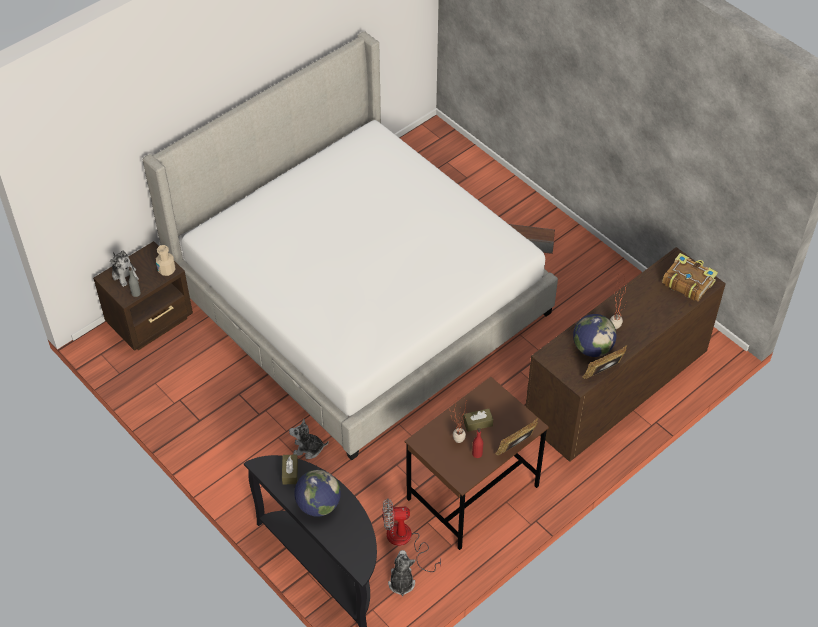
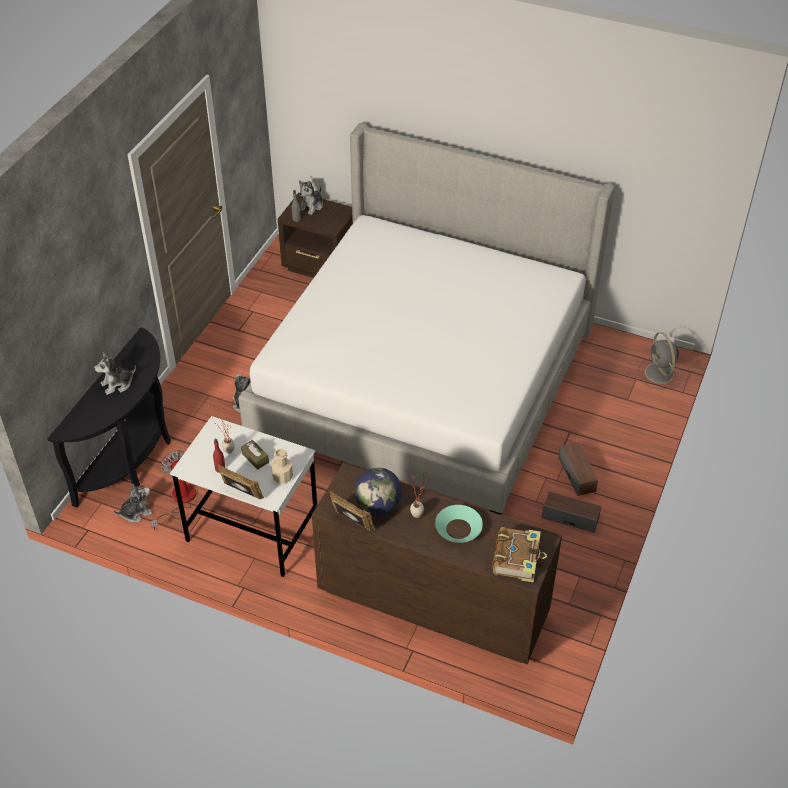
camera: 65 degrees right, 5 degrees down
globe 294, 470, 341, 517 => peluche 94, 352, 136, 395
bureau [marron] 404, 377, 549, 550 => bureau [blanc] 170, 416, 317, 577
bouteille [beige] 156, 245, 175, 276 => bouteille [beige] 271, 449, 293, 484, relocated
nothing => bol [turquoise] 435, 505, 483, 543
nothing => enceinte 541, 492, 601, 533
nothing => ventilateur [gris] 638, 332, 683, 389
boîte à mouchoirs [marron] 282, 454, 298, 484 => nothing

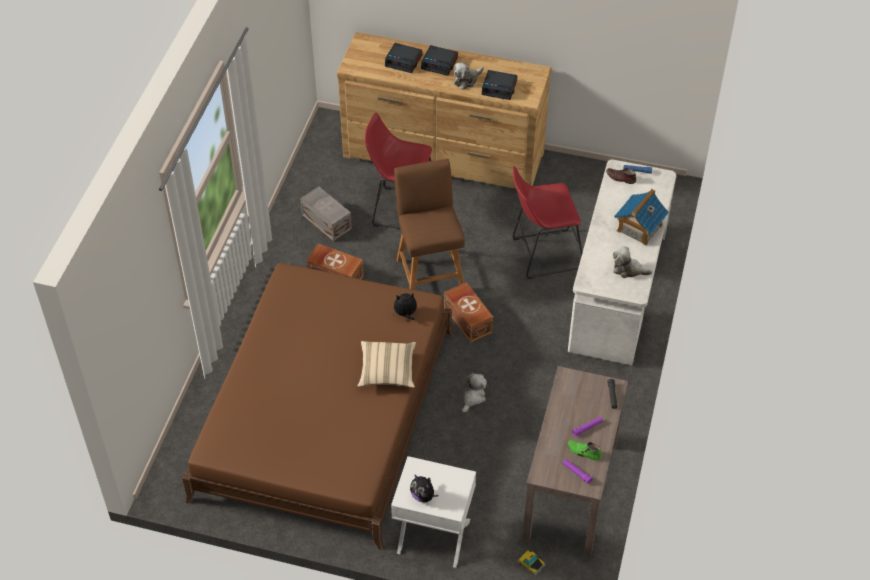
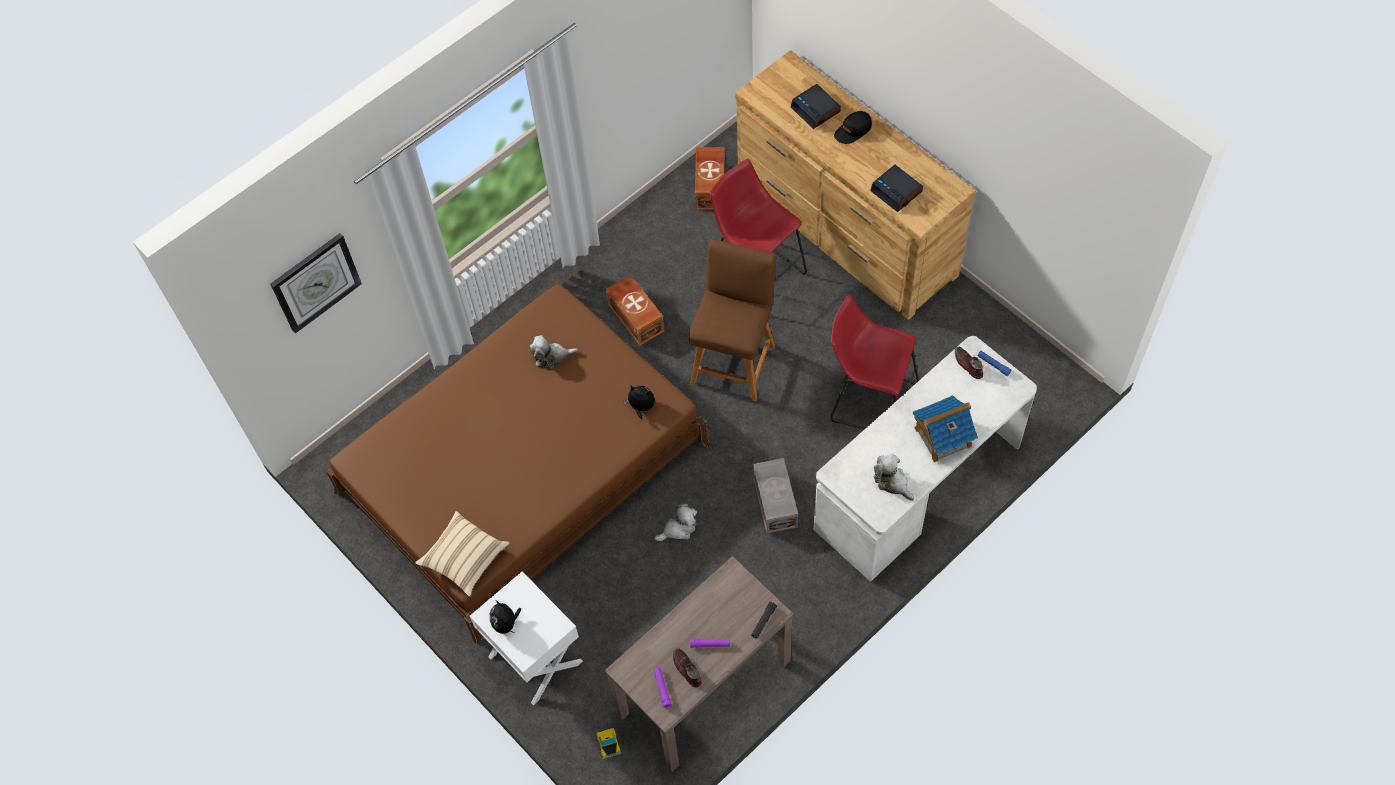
camera: 35 degrees right, 10 degrees up
nothing => horloge murale 270, 233, 362, 334
coussin [beige] 358, 341, 416, 388 => coussin [beige] 416, 511, 510, 597, relocated
peluche 454, 62, 484, 90 => peluche 529, 335, 578, 369, relocated
chaussure [vert] 567, 440, 602, 461 => chaussure [marron] 673, 648, 702, 688
boîte de rangement [marron] 444, 282, 493, 343 => boîte de rangement [marron] 695, 147, 725, 210, relocated
boîte de rangement [gris] 300, 187, 352, 241 => boîte de rangement [gris] 753, 458, 798, 533, relocated
réveil 421, 45, 458, 76 => casquette [noir] 834, 111, 872, 144

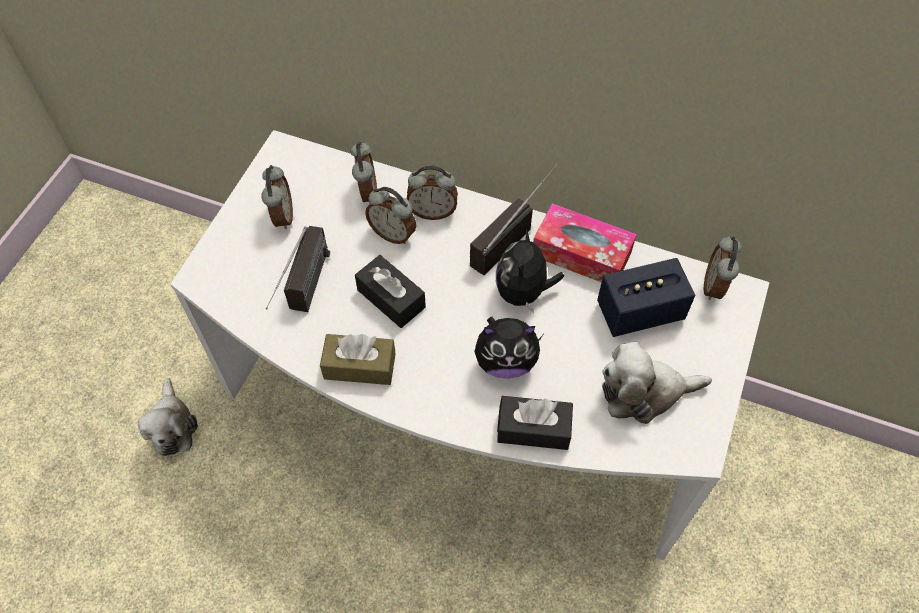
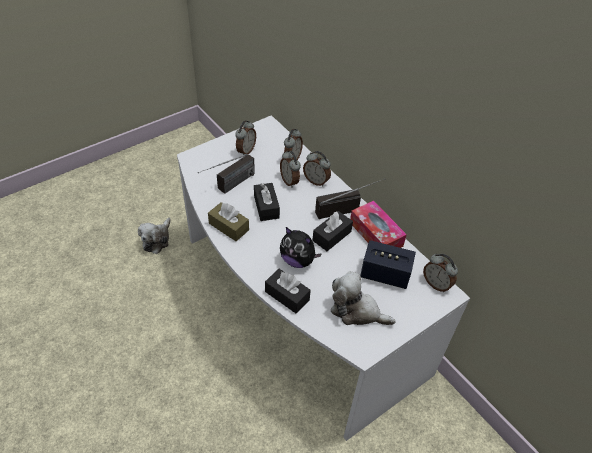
camera: 30 degrees right, 10 degrees down
peluche 496, 229, 564, 314 => boîte à mouchoirs [noir] 312, 211, 353, 251
réveil 704, 236, 742, 300 => réveil 423, 254, 458, 292, 90 degrees counterclockwise

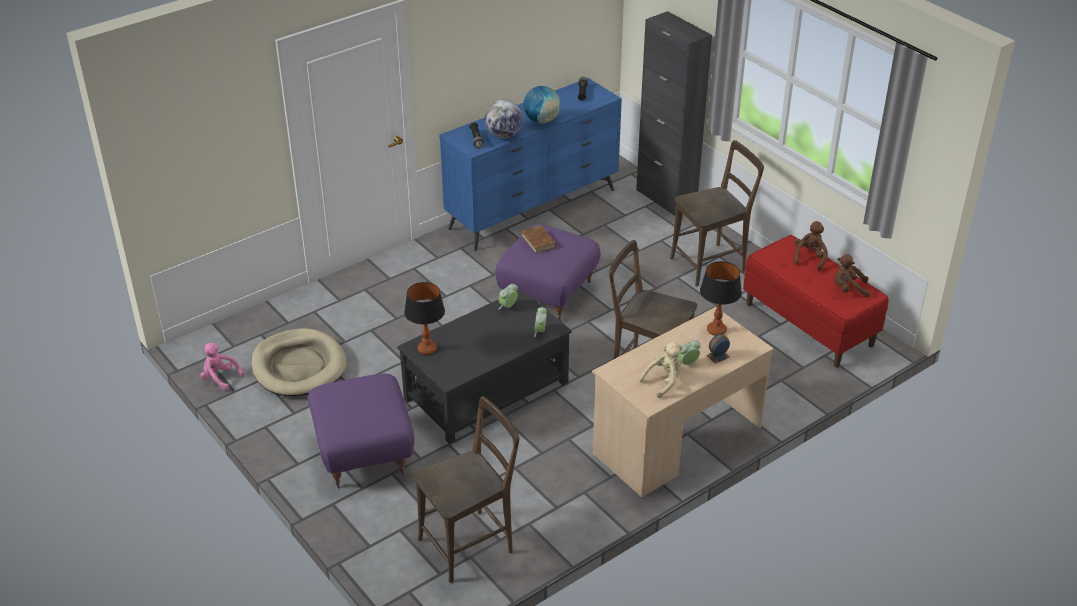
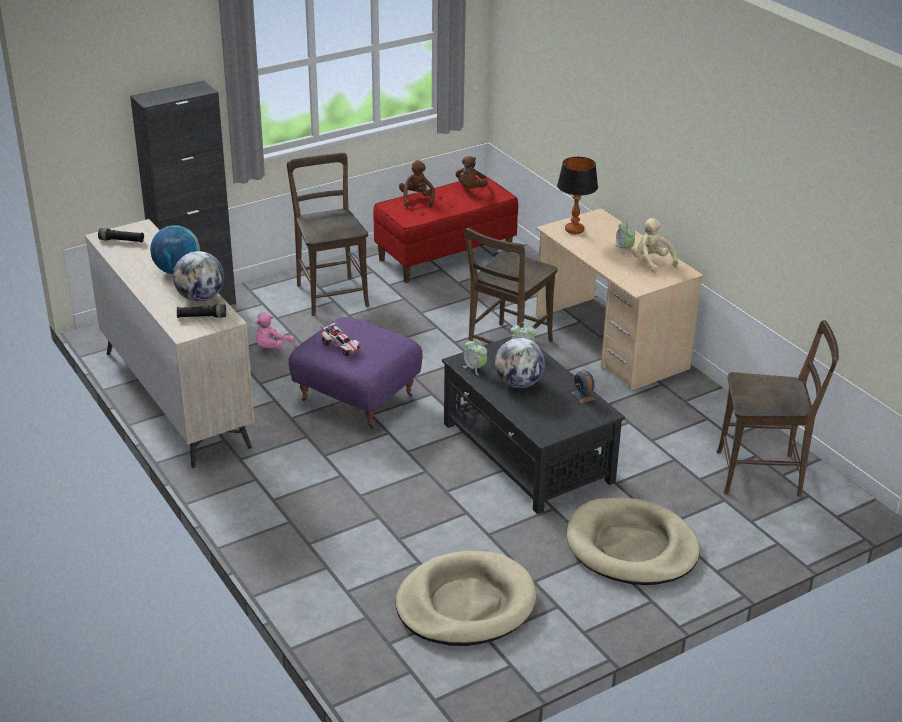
camera: 85 degrees left, 5 degrees down
commode [bleu] 439, 78, 622, 251 => commode [beige] 85, 219, 255, 468
peluche [rose] 200, 343, 244, 391 => peluche [rose] 255, 313, 295, 349, relocated
livre [marron] 521, 225, 556, 254 => petite voiture 320, 320, 360, 356
peluche [marron] 794, 221, 828, 270 => peluche [marron] 399, 160, 435, 208, 60 degrees clockwise
nothing => globe 495, 338, 545, 388
pouf [violet] 307, 374, 414, 488 => panier pour chien [beige] 567, 497, 700, 585
réveil 706, 334, 730, 364 => réveil 571, 370, 596, 404, relocated
chaise [marron] 413, 396, 519, 583 => chaise [marron] 717, 320, 839, 497, 120 degrees clockwise
lampe de table 404, 282, 445, 355 => nothing

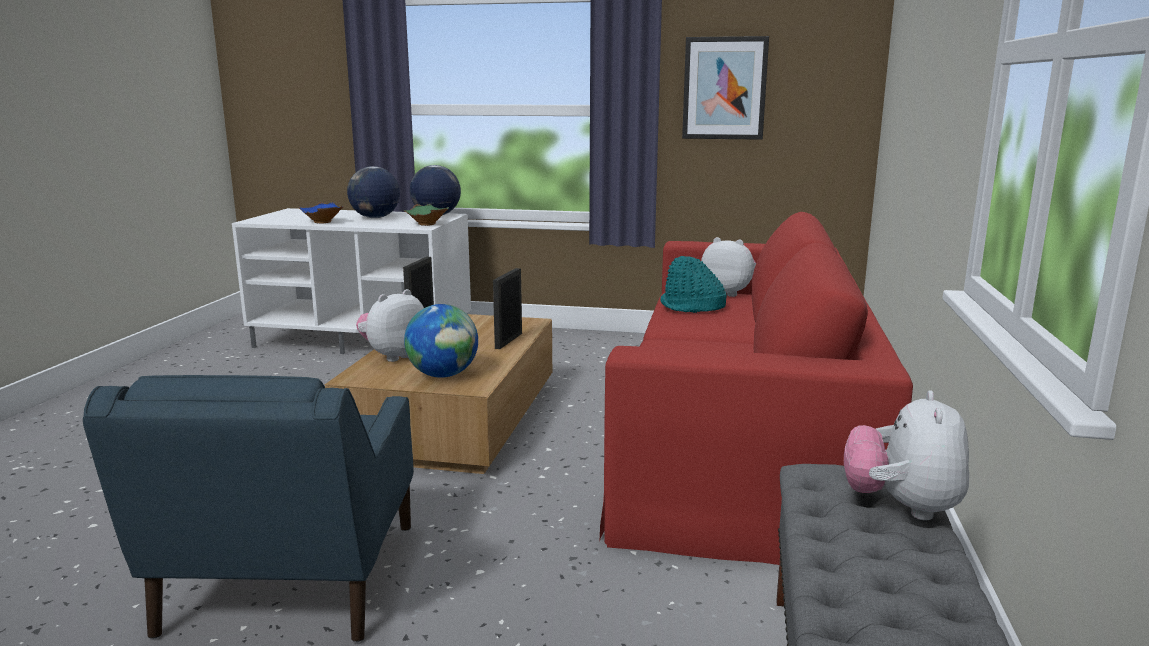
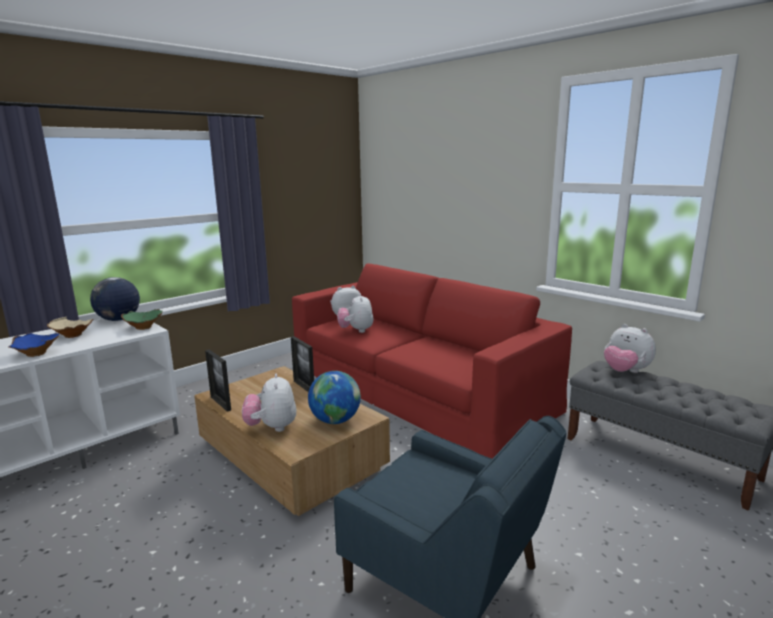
camera: 55 degrees left, 0 degrees up
globe 347, 166, 400, 218 => bol [beige] 47, 317, 93, 338
chapeau [turquoise] 660, 256, 727, 313 => peluche 337, 293, 374, 333
tableau 682, 36, 769, 140 => nothing

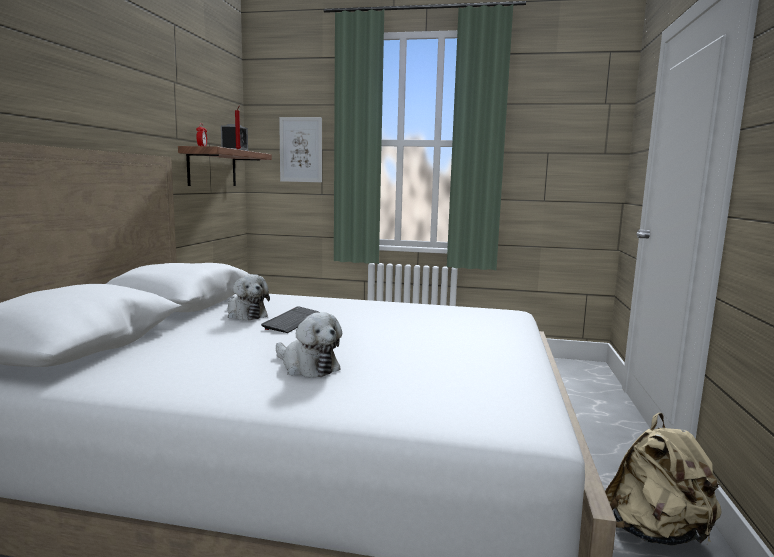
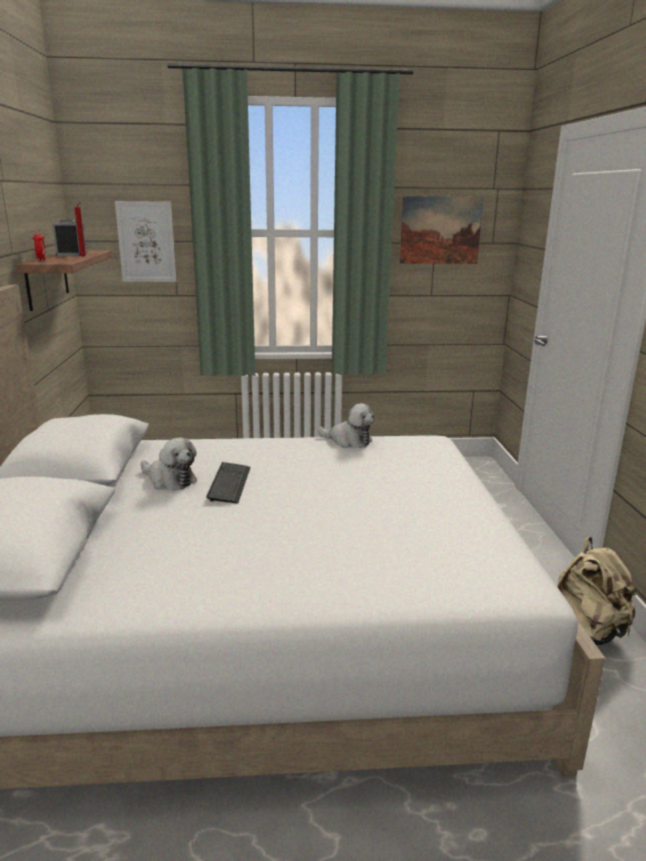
camera: 15 degrees left, 10 degrees up
peluche 276, 312, 342, 378 => peluche 317, 403, 374, 448, relocated
nothing => tableau 400, 196, 484, 264

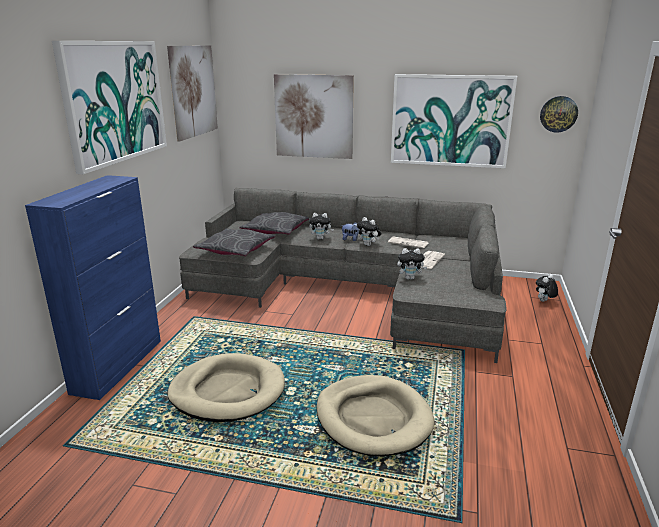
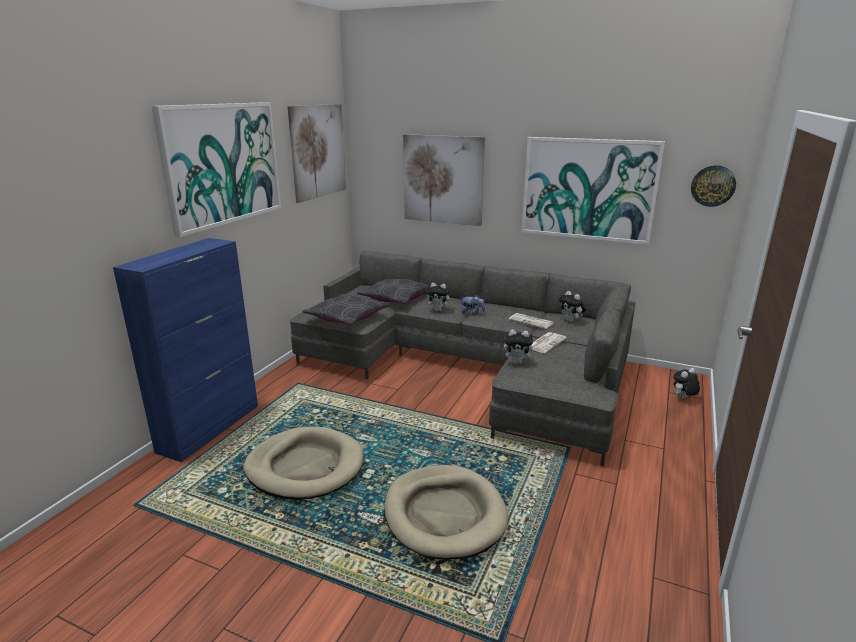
camera: 10 degrees right, 0 degrees up
peluche 357, 217, 382, 246 => peluche 559, 291, 586, 322, relocated

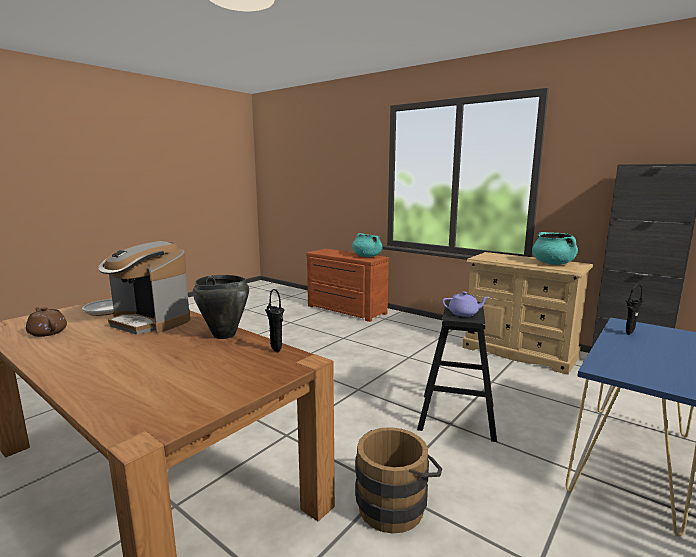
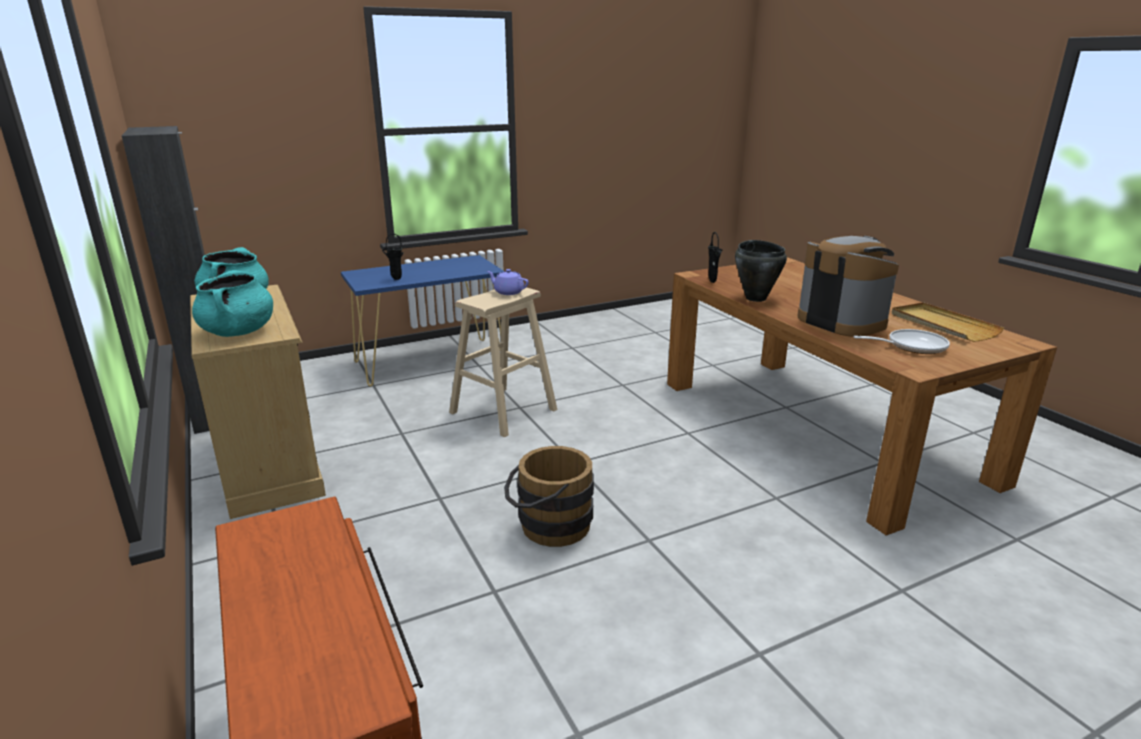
camera: 155 degrees left, 10 degrees up
marmite [turquoise] 352, 233, 383, 257 => marmite [turquoise] 192, 270, 273, 337, relocated
tabouret [noir] 417, 300, 497, 442 => tabouret [beige] 449, 287, 557, 437
seau [marron] 355, 427, 442, 534 => seau [marron] 504, 446, 594, 547, relocated
théière [marron] 26, 307, 67, 337 => plateau [beige] 892, 302, 1004, 342

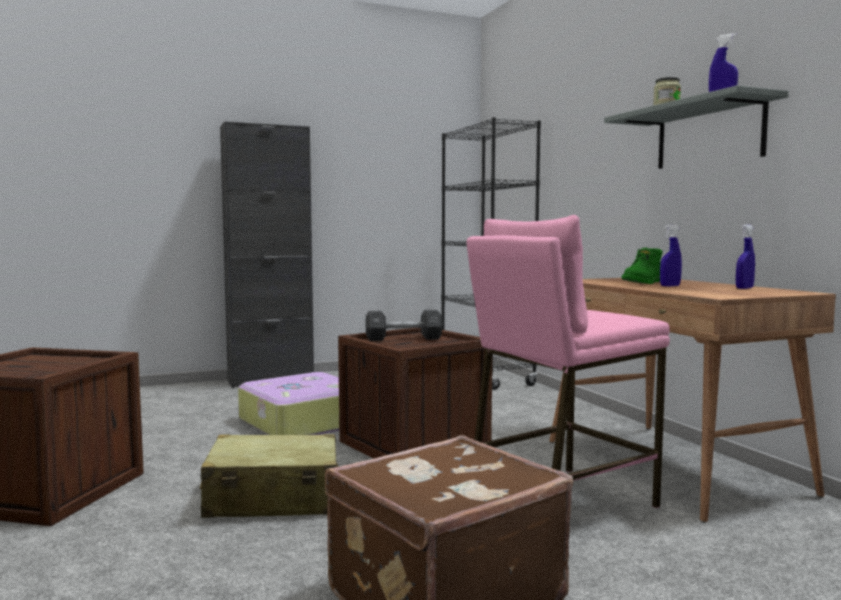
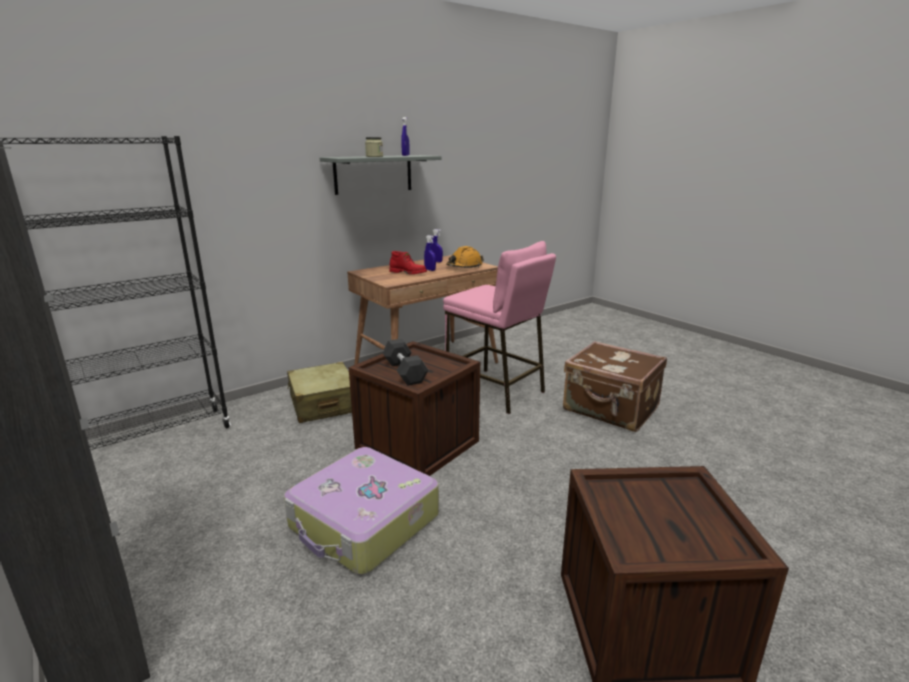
camera: 105 degrees left, 15 degrees up
valise [beige] 200, 434, 339, 518 => valise [beige] 287, 362, 352, 423, relocated
botte [vert] 622, 248, 663, 284 => botte [rouge] 389, 251, 427, 274
nothing => casque de chantier [orange] 446, 246, 484, 268

